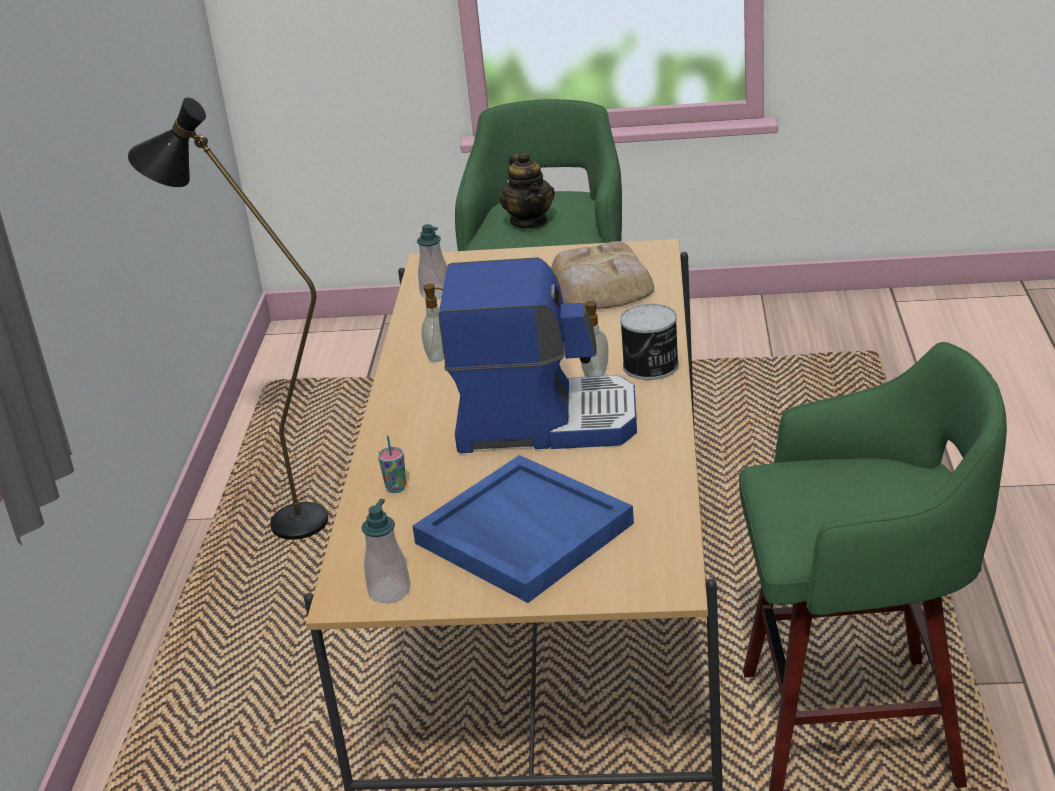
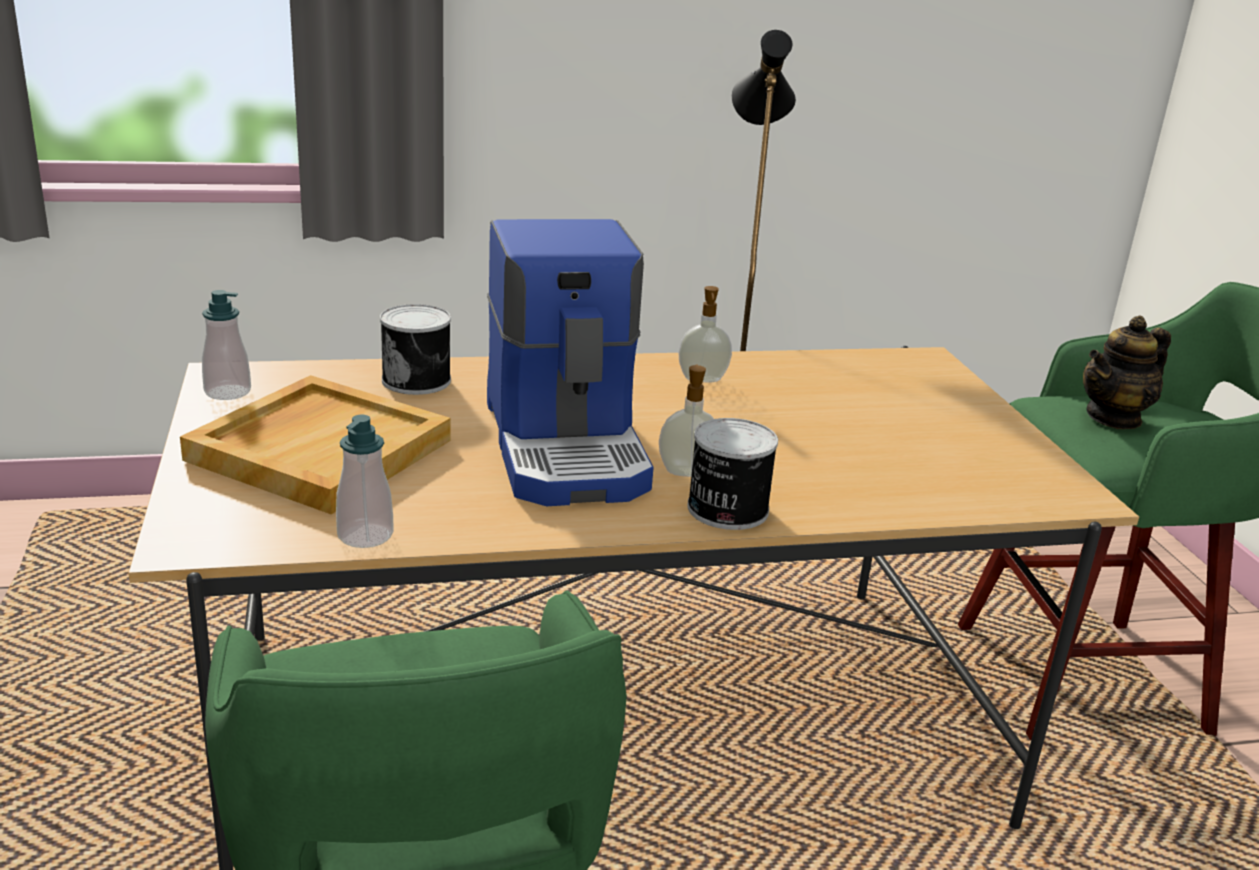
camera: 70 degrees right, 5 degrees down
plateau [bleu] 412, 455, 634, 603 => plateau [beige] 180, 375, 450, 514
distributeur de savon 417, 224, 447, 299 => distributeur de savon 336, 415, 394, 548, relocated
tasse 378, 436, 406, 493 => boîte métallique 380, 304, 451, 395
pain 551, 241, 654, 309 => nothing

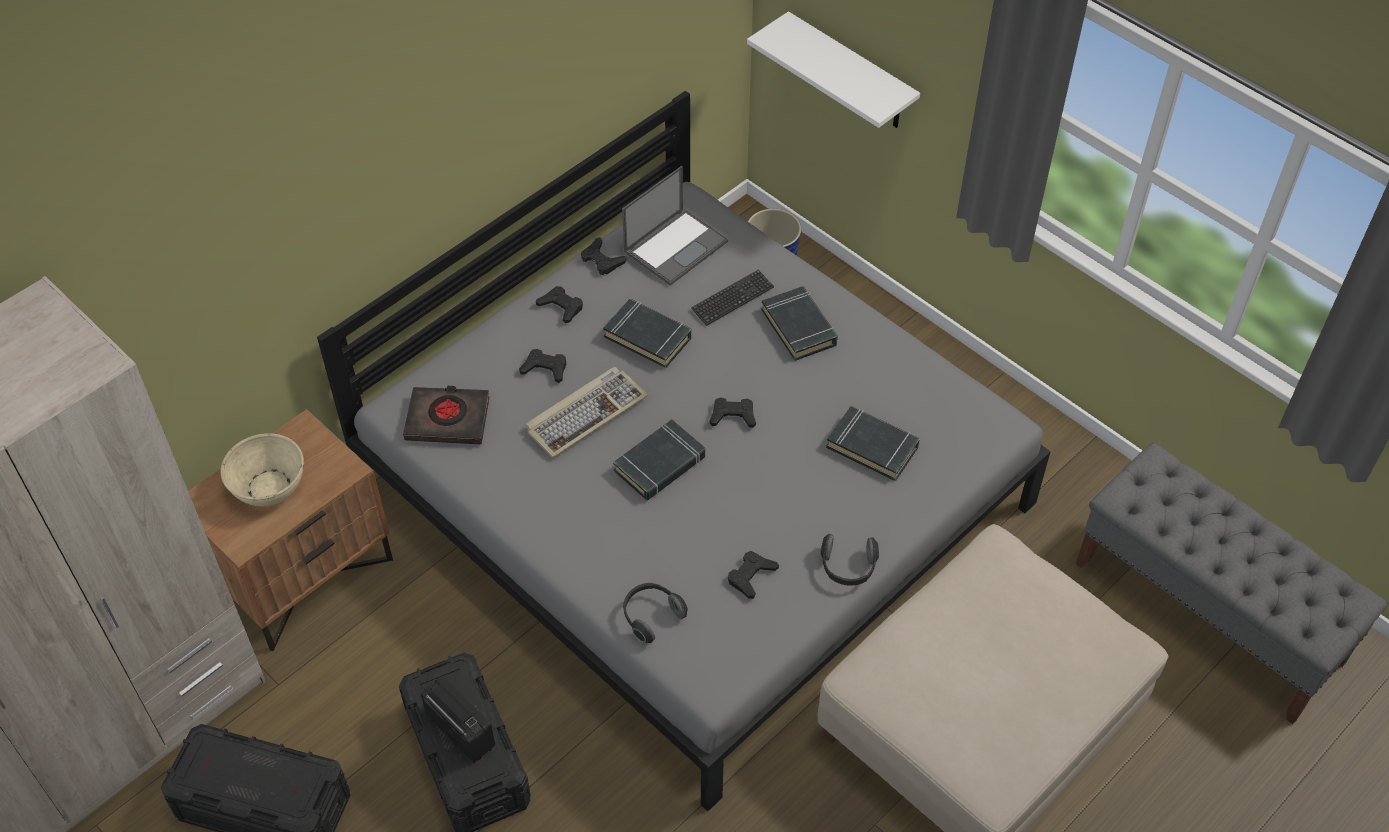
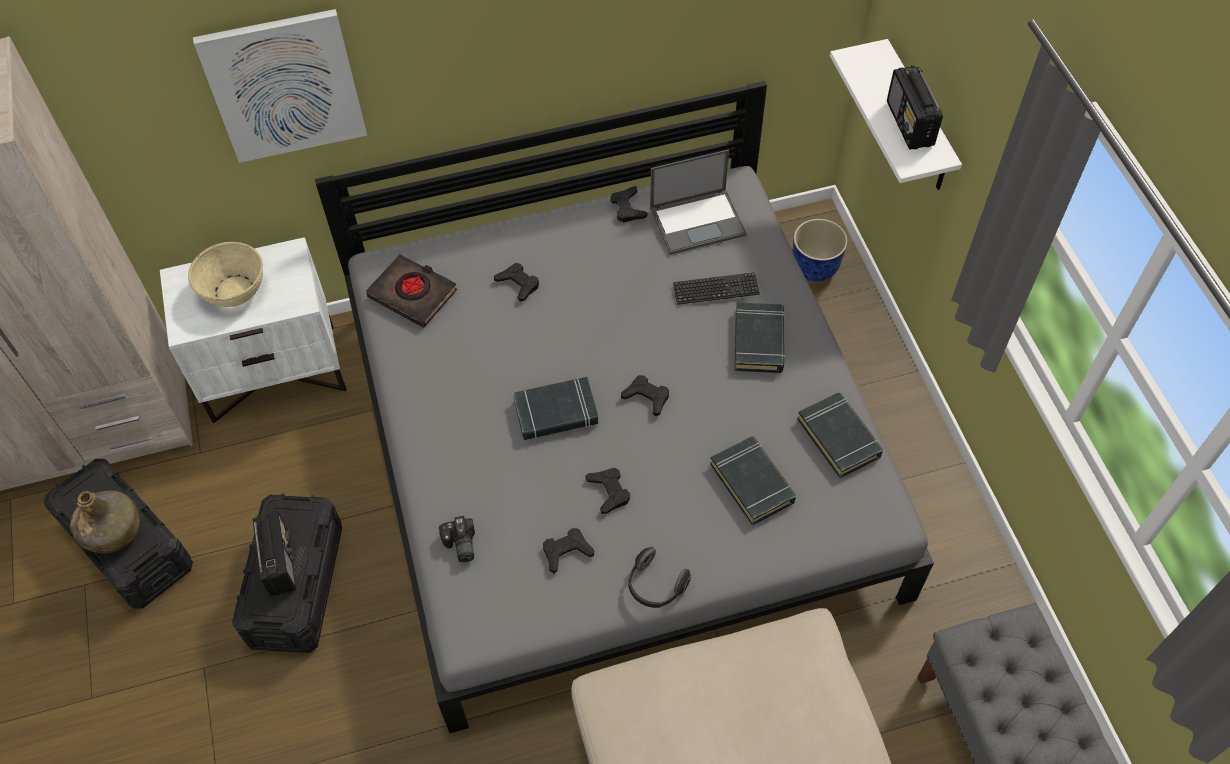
camera: 30 degrees right, 5 degrees up
nothing => bouteille [vert] 70, 491, 140, 553
table de chevet [marron] 188, 409, 393, 651 => table de chevet [blanc] 160, 237, 346, 423
nothing => tableau 193, 9, 367, 163
casque audio 623, 583, 688, 643 => appareil photo 439, 516, 475, 562
manette [noir] 536, 286, 583, 324 => manette [noir] 585, 468, 630, 514, relocated
livre [noir] 603, 299, 691, 368 => livre [noir] 797, 392, 883, 478, relocated
nothing => radio 887, 65, 943, 150
clavier 526, 367, 648, 459 => nothing

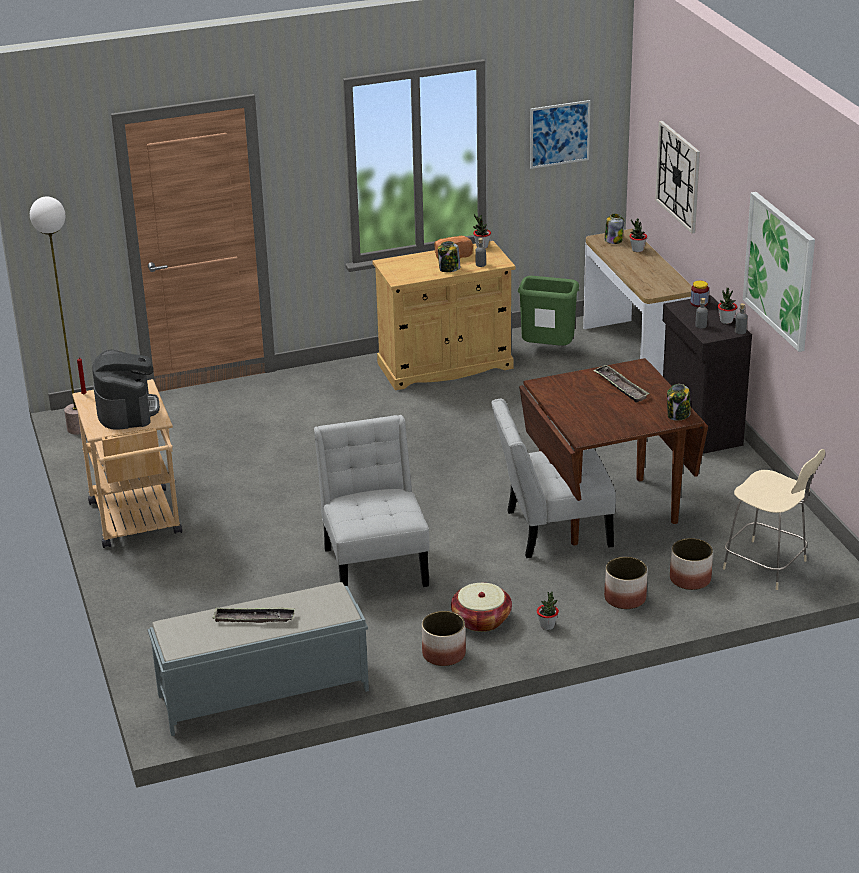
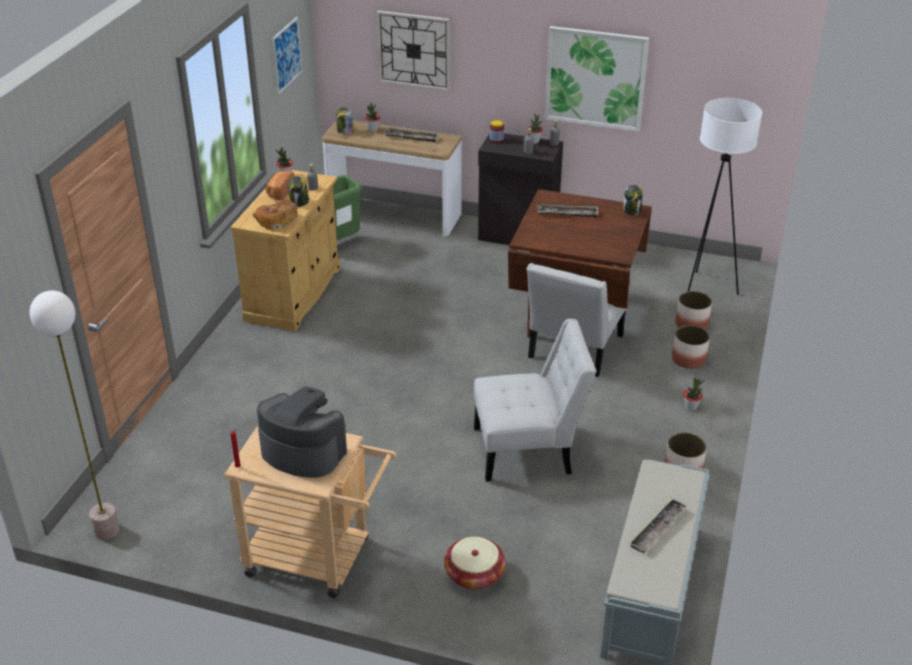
camera: 55 degrees left, 5 degrees up
nothing => pain 253, 199, 298, 231
nothing => plateau 384, 128, 439, 142
panier 451, 583, 512, 632 => panier 444, 537, 506, 590, relocated
chaise [blanc] 314, 415, 429, 587 => chaise [blanc] 474, 319, 596, 482, 150 degrees clockwise
tabouret [beige] 723, 449, 825, 590 => lampadaire [blanc] 687, 98, 762, 295

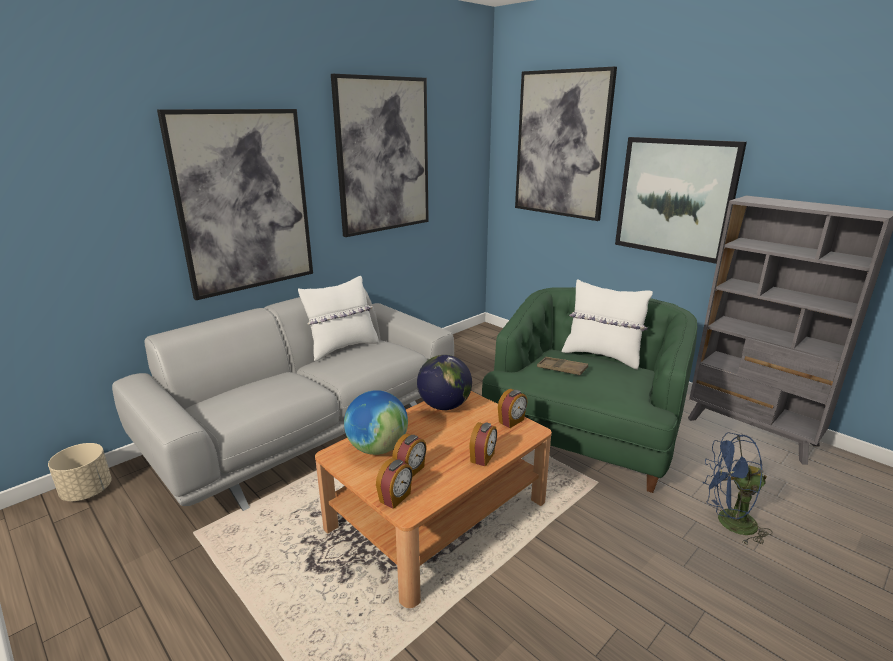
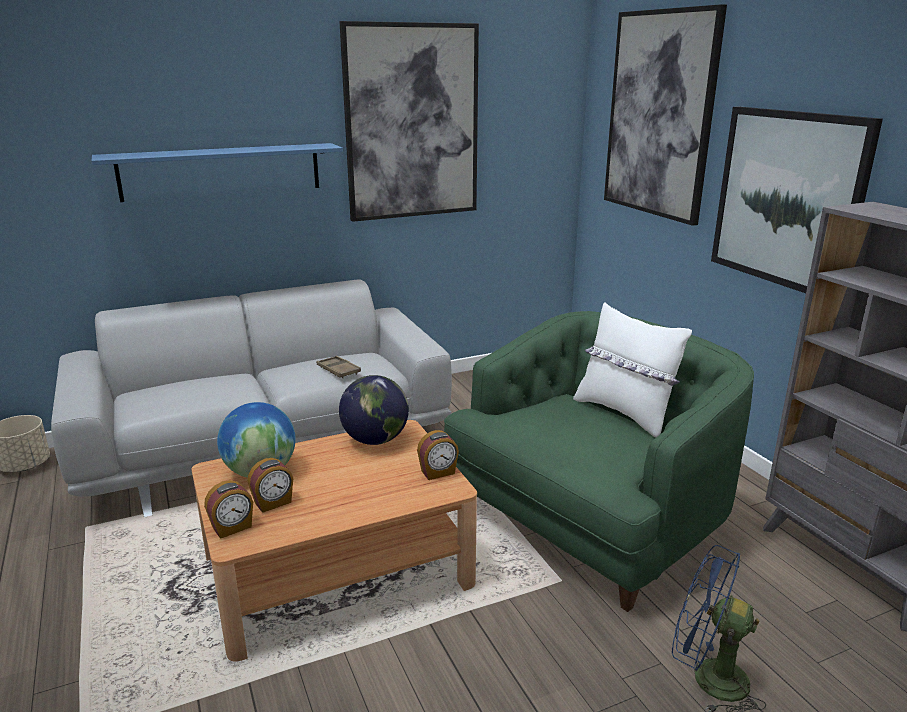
camera: 20 degrees right, 0 degrees up
tableau 157, 109, 313, 300 => étagère [bleu] 92, 143, 343, 202
plateau [marron] 537, 357, 588, 376 => plateau [marron] 316, 356, 361, 378, relocated
coussin [blanc] 298, 276, 378, 361 => nothing
réveil 469, 422, 497, 467 => nothing

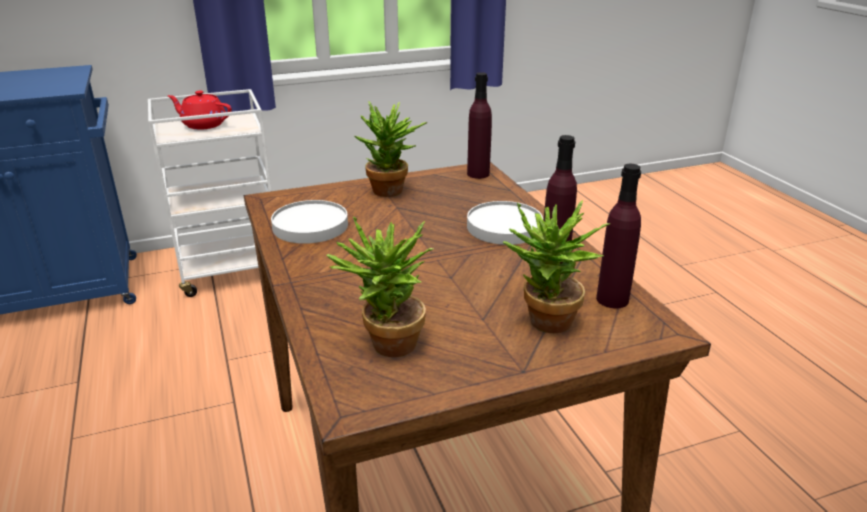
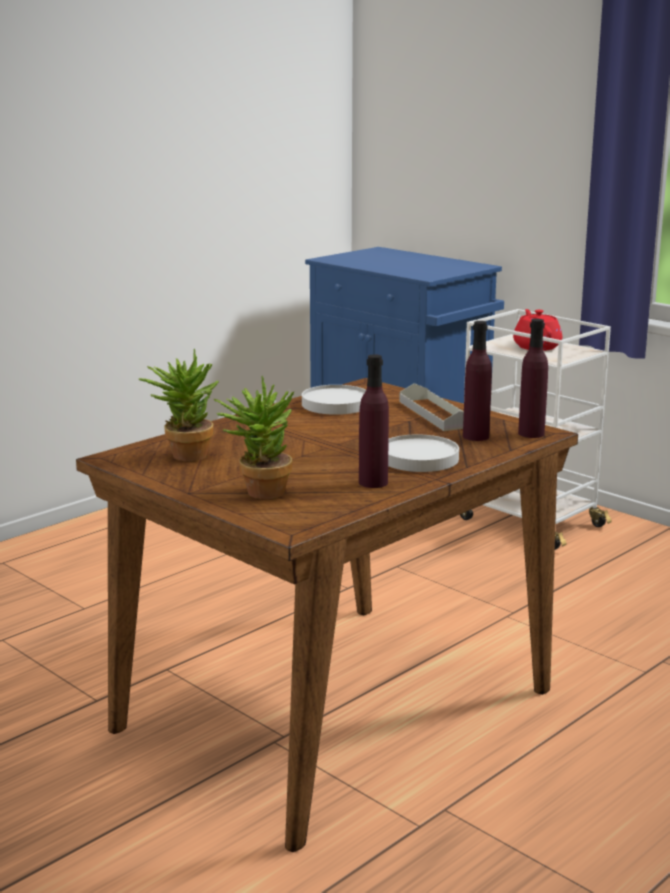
camera: 65 degrees right, 10 degrees down
plante en pot 354, 102, 428, 197 => plateau [gris] 399, 383, 464, 431
bouteille [violet] 596, 164, 641, 308 => bouteille [violet] 463, 321, 492, 441, relocated

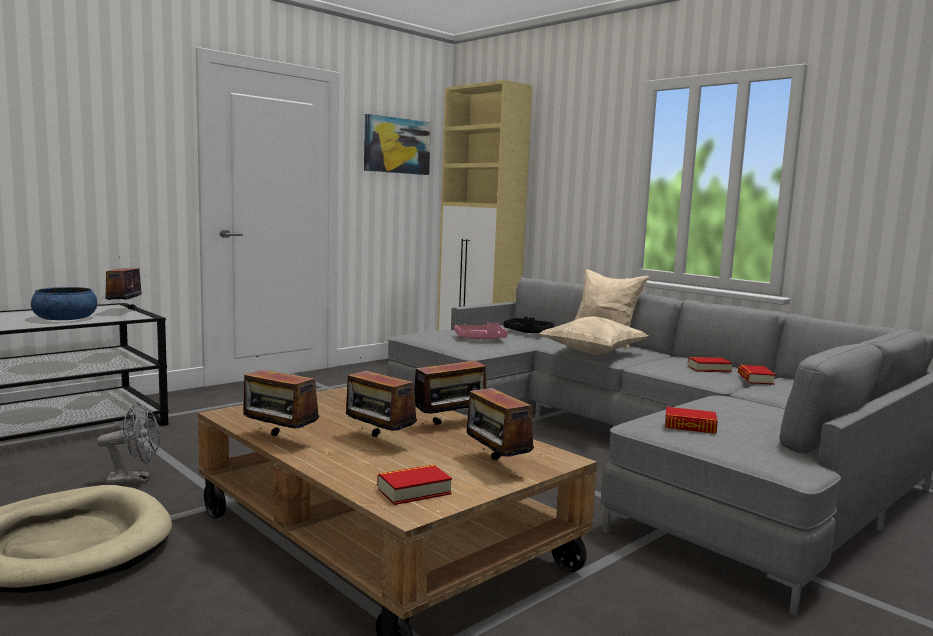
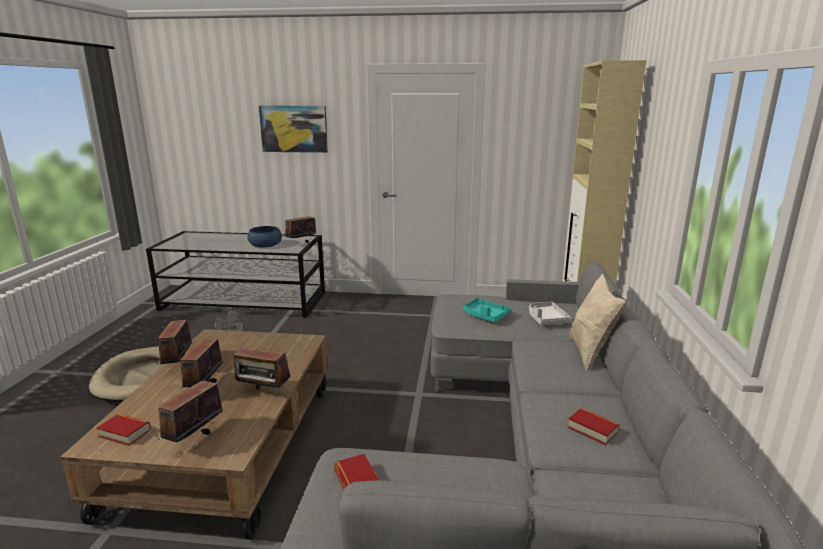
camera: 50 degrees right, 10 degrees up
tableau 364, 114, 431, 175 => tableau 259, 106, 328, 153, relocated
plateau [rose] 455, 322, 508, 339 => plateau [turquoise] 463, 298, 511, 322
plateau [noir] 503, 317, 554, 333 => plateau [blanc] 529, 302, 571, 325
coussin [beige] 539, 316, 648, 355 => nothing
livre 738, 365, 776, 385 => nothing

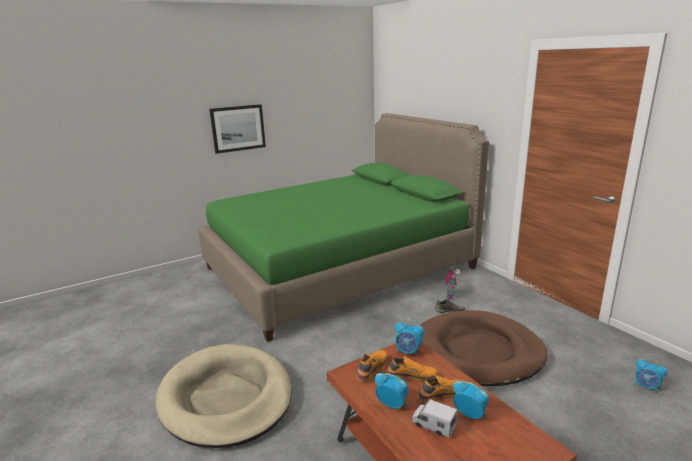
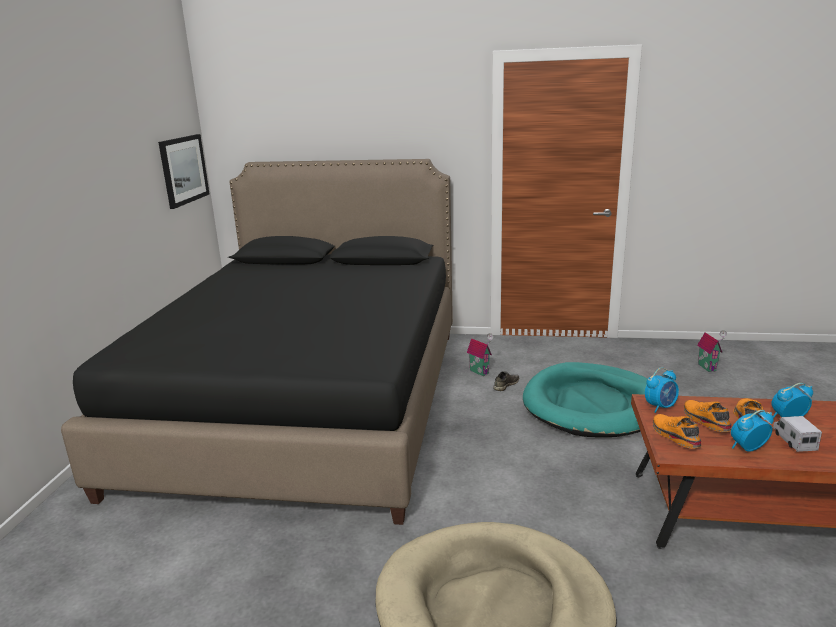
camera: 50 degrees left, 0 degrees up
lit [vert] 198, 113, 489, 342 => lit [noir] 61, 159, 453, 525
tableau 209, 104, 266, 154 => tableau 158, 134, 209, 209, relocated
panier pour chien [marron] 420, 310, 548, 386 => panier pour chien [turquoise] 523, 362, 647, 437
chaussure [orange] 385, 356, 438, 382 => chaussure [orange] 684, 400, 731, 432, 60 degrees counterclockwise
réveil 634, 358, 667, 393 => maison miniature 697, 330, 727, 372
camion jouet 412, 399, 457, 438 => camion jouet 772, 416, 822, 452, 105 degrees clockwise

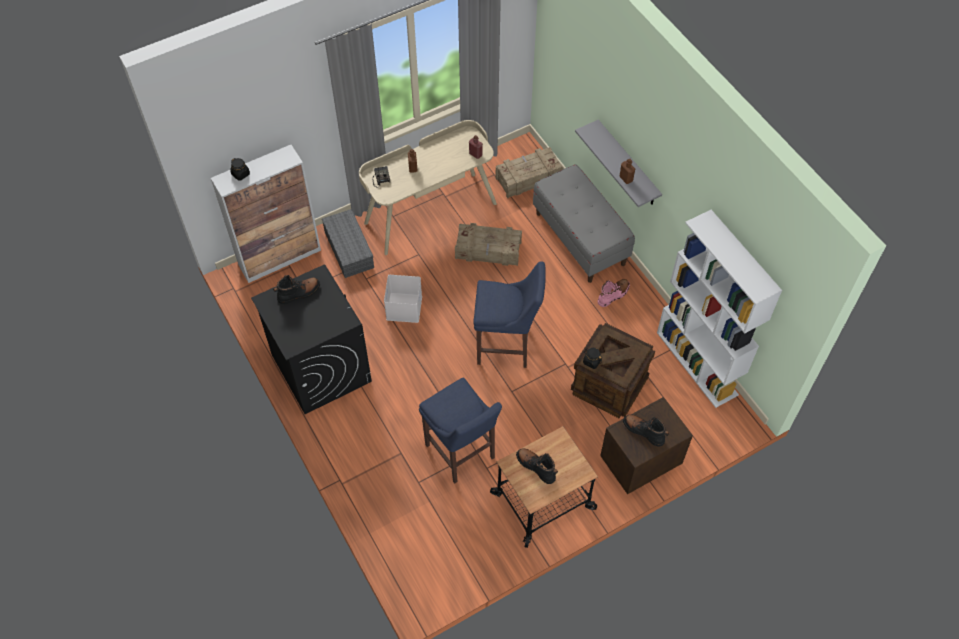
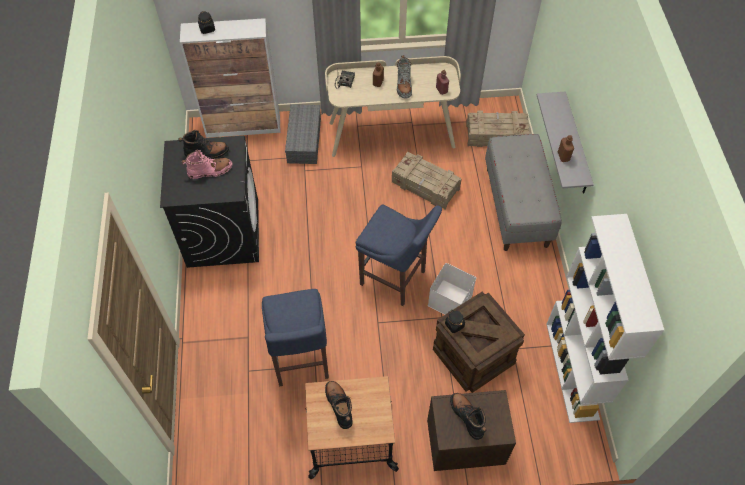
camera: 25 degrees right, 0 degrees up
botte [rose] 598, 279, 630, 307 => botte [rose] 182, 150, 232, 179, relocated
nothing => botte [gris] 397, 55, 412, 98
boîte de rangement [blanc] 384, 275, 422, 323 => boîte de rangement [blanc] 428, 263, 476, 315, relocated

